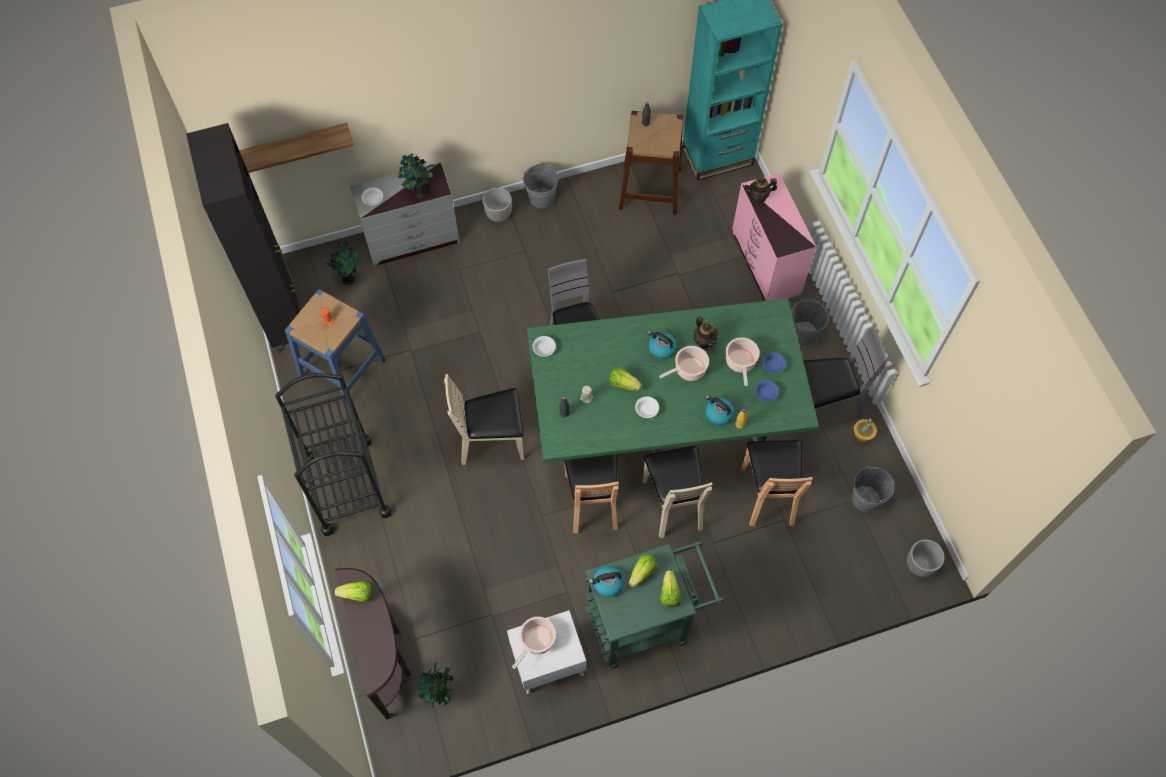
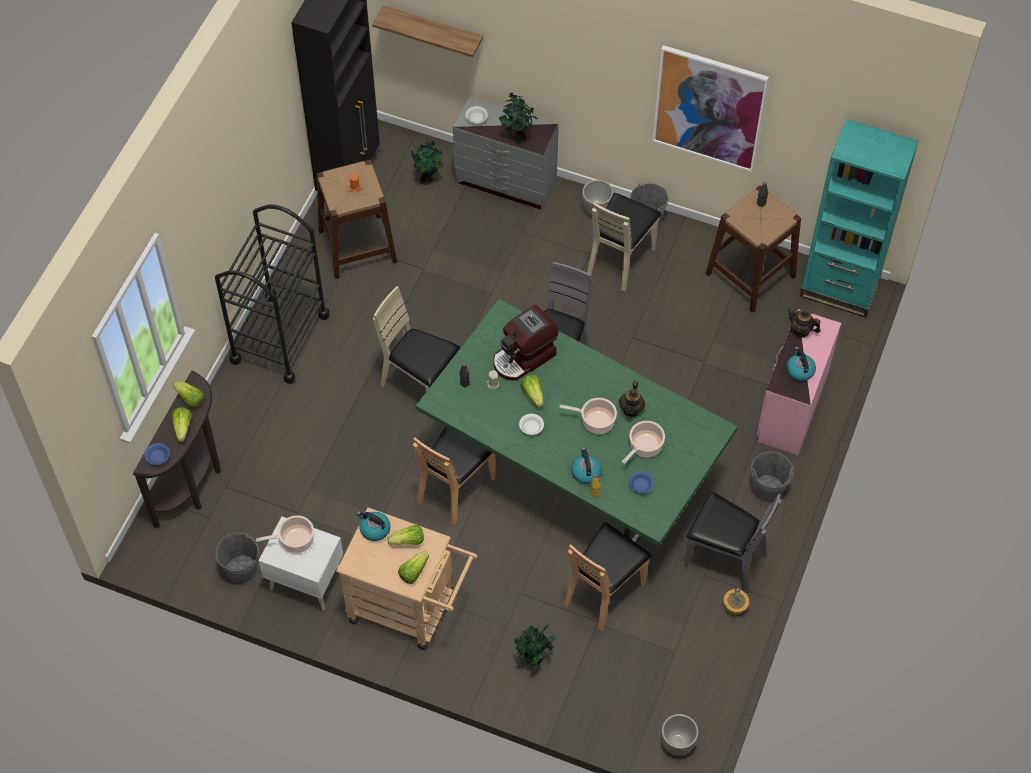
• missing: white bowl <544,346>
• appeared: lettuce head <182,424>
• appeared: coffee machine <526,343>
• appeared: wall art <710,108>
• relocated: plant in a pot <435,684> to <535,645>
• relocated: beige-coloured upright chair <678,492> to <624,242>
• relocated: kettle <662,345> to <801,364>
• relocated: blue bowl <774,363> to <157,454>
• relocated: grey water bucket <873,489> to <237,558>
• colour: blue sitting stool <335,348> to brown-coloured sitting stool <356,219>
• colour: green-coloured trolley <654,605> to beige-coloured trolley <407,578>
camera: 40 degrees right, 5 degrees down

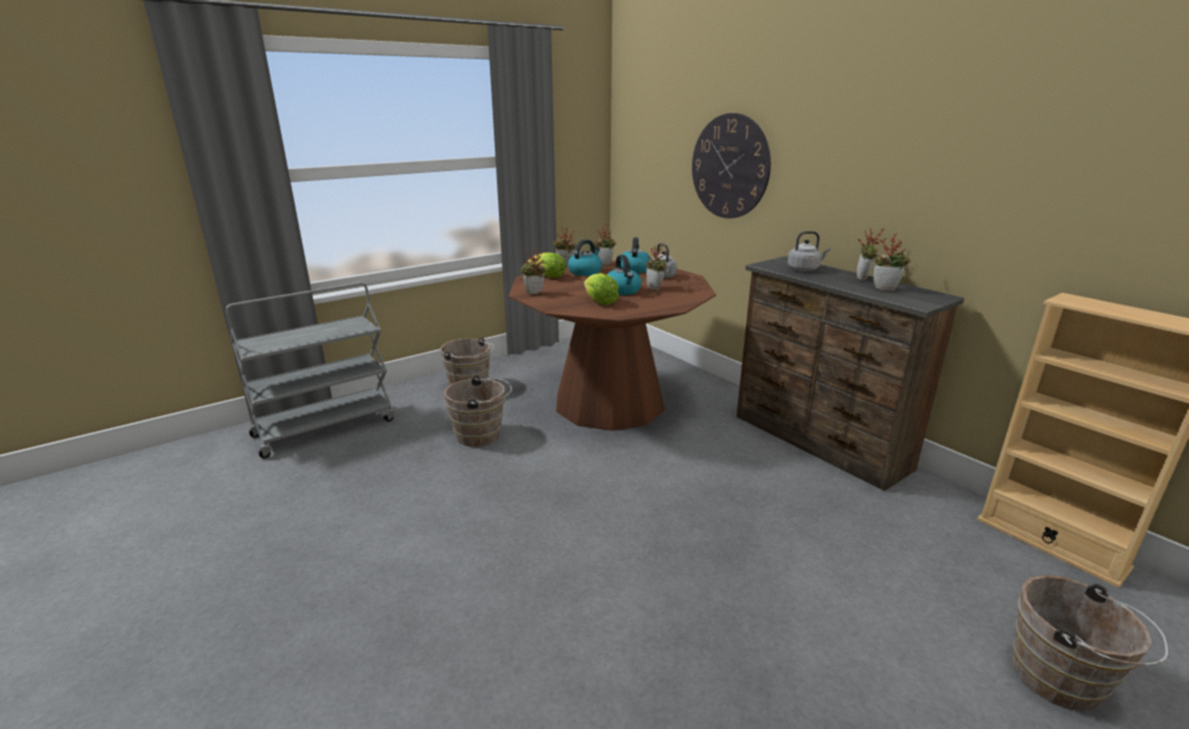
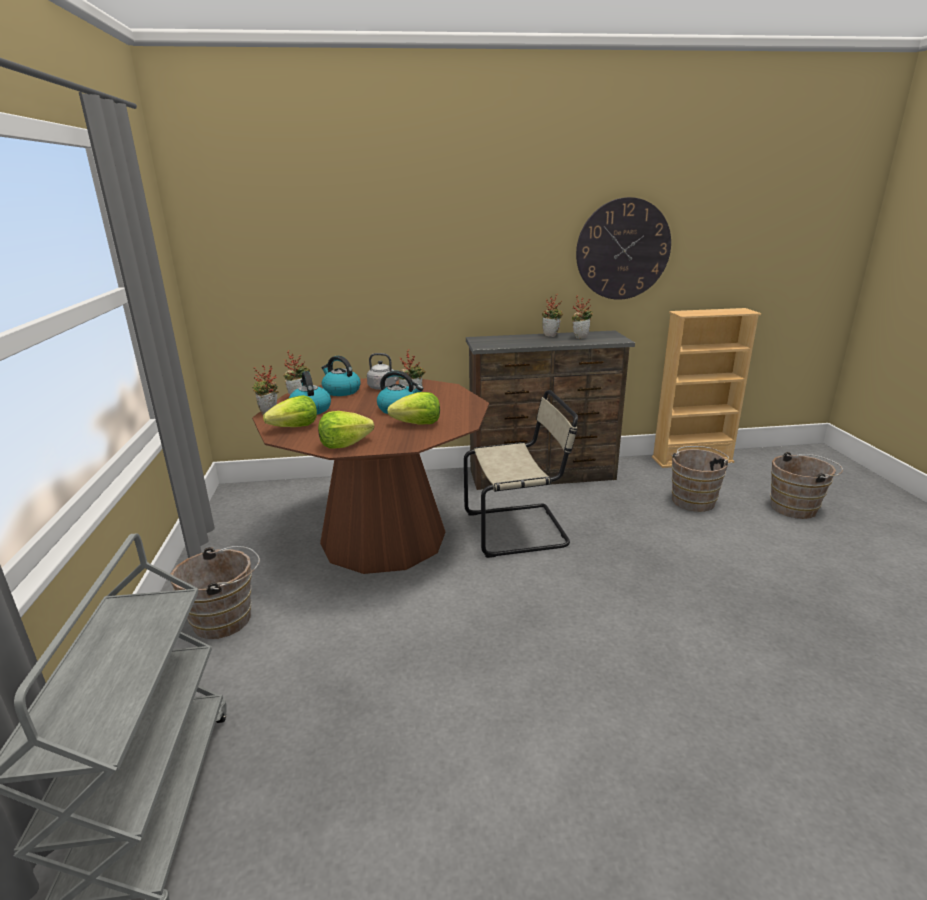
• missing: grey kettle <809,251>
• appeared: beige-coloured upright chair <521,474>
• relocated: brown-coloured water bucket <478,411> to <702,479>
• relocated: wall clock <731,165> to <623,248>
• exchanged: plant in a pot <533,271> to lettuce head <346,430>
camera: 60 degrees left, 0 degrees up

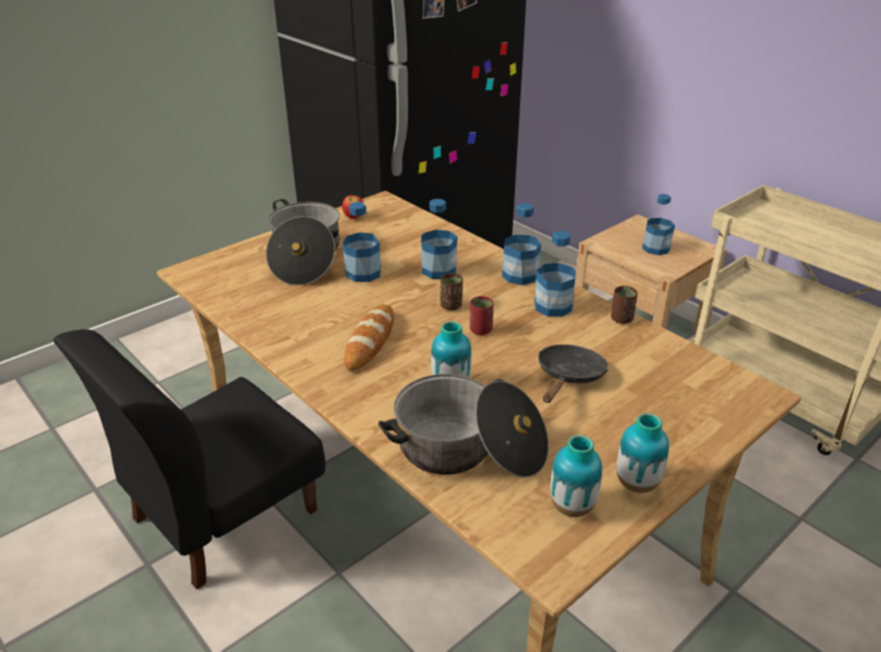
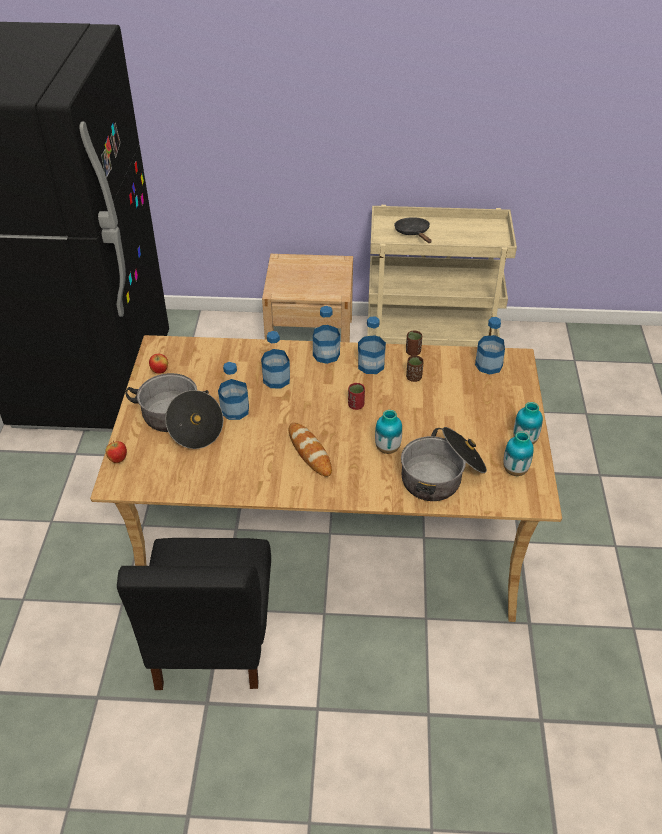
• appeared: whole apple <116,452>
• relocated: brown-coloured cup <451,292> to <415,369>
• relocated: black skillet <573,373> to <413,230>
• relocated: bottle <658,224> to <490,345>
camera: 45 degrees left, 10 degrees up

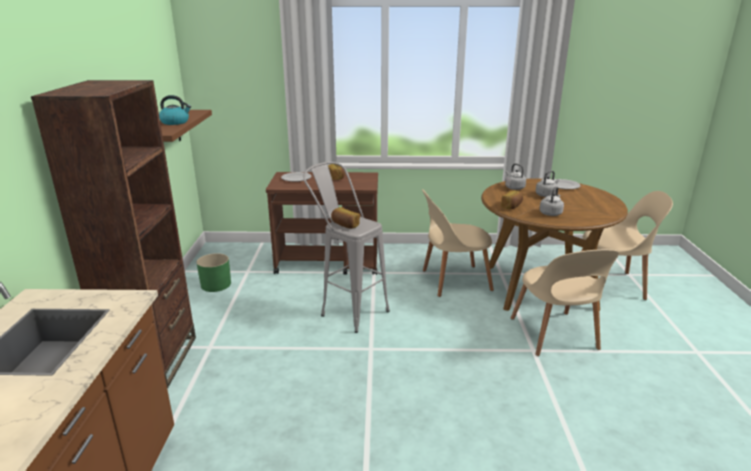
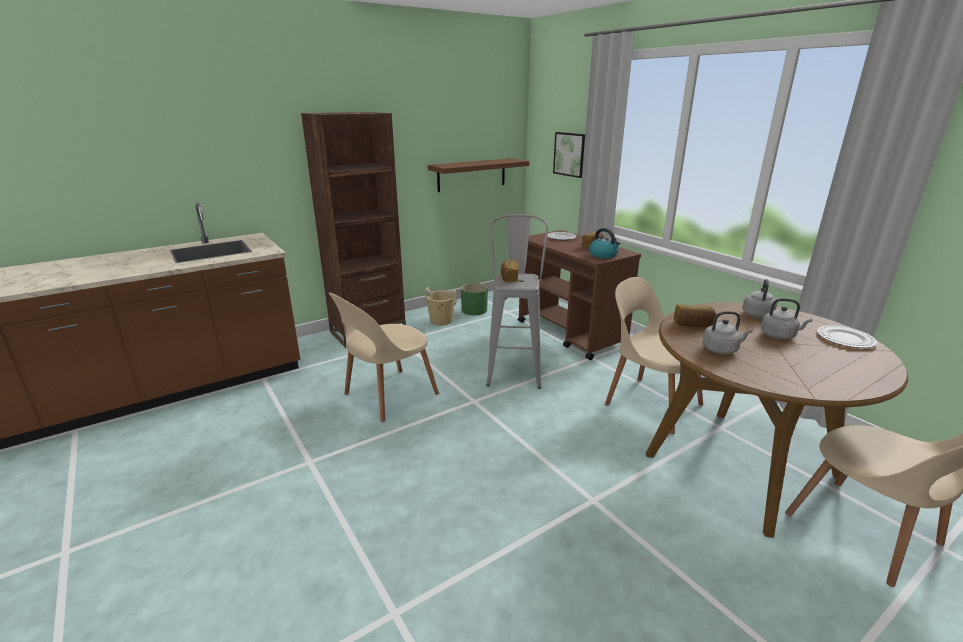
• appeared: beige-coloured water bucket <441,306>
• appeared: wall art <569,155>
• relocated: kettle <175,110> to <605,243>
• relocated: beige-coloured upright chair <565,302> to <384,357>
camera: 55 degrees right, 0 degrees up

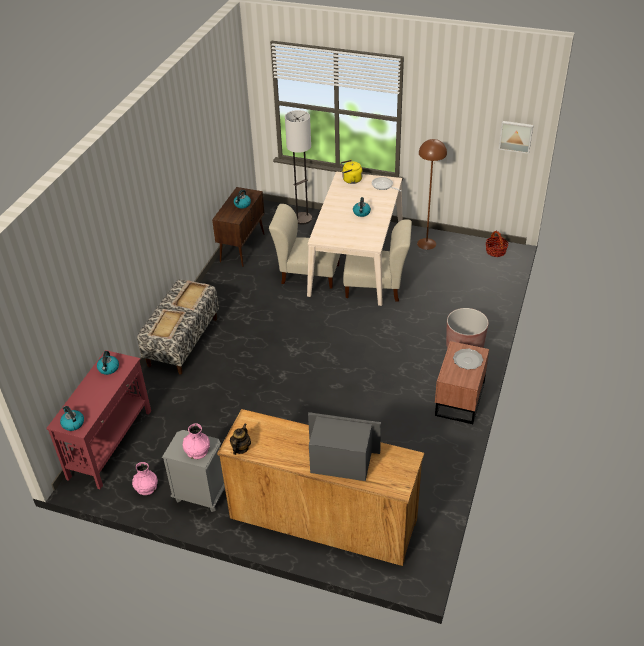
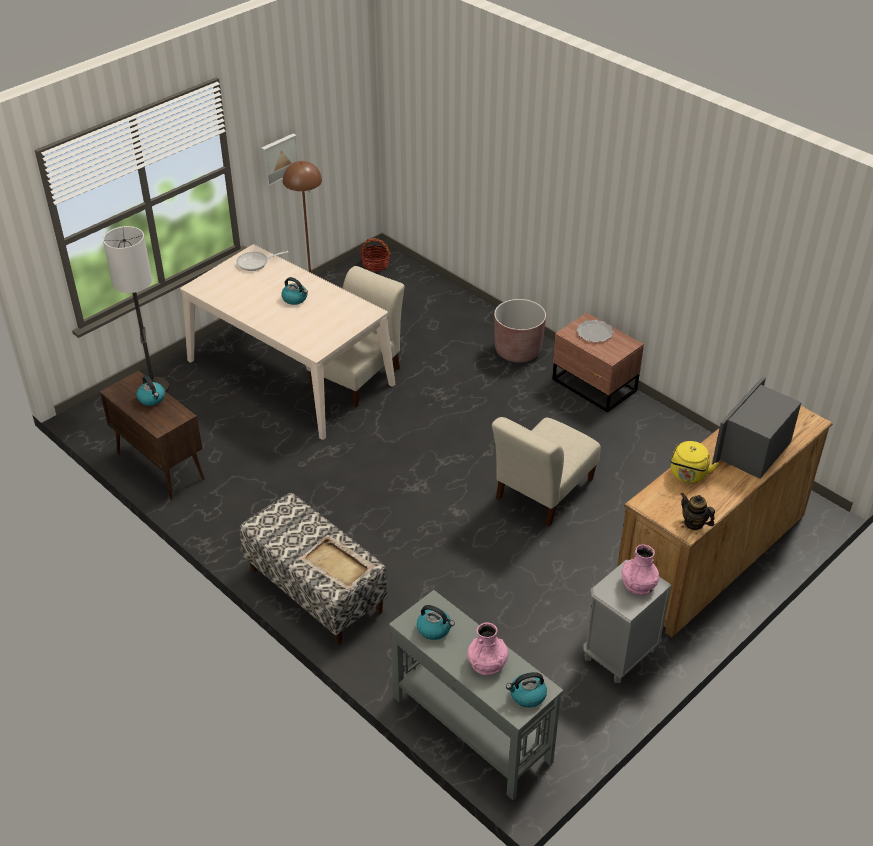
• missing: beige-coloured serving tray <190,295>
• relocated: pink-coloured vase <145,478> to <487,649>
• relocated: beige-coloured upright chair <304,246> to <546,471>
• relocated: yellowish kettle <351,172> to <694,462>
• relocated: wall art <516,137> to <280,159>
• colour: reddish console table <98,419> to grey console table <476,695>
camera: 65 degrees left, 0 degrees up

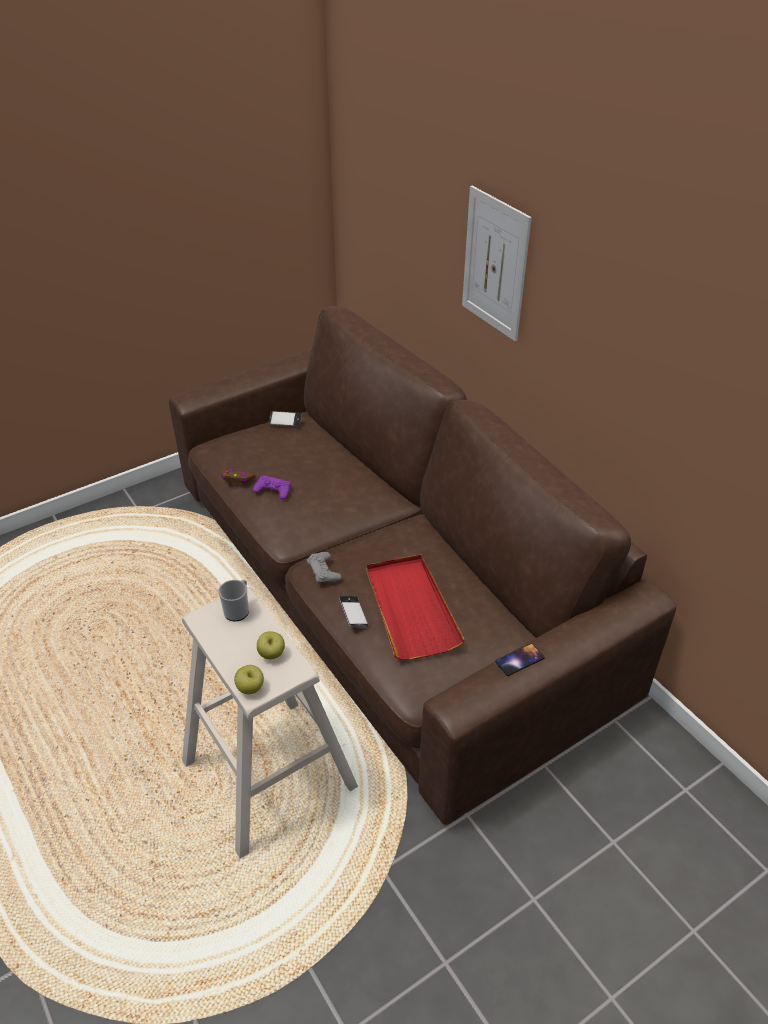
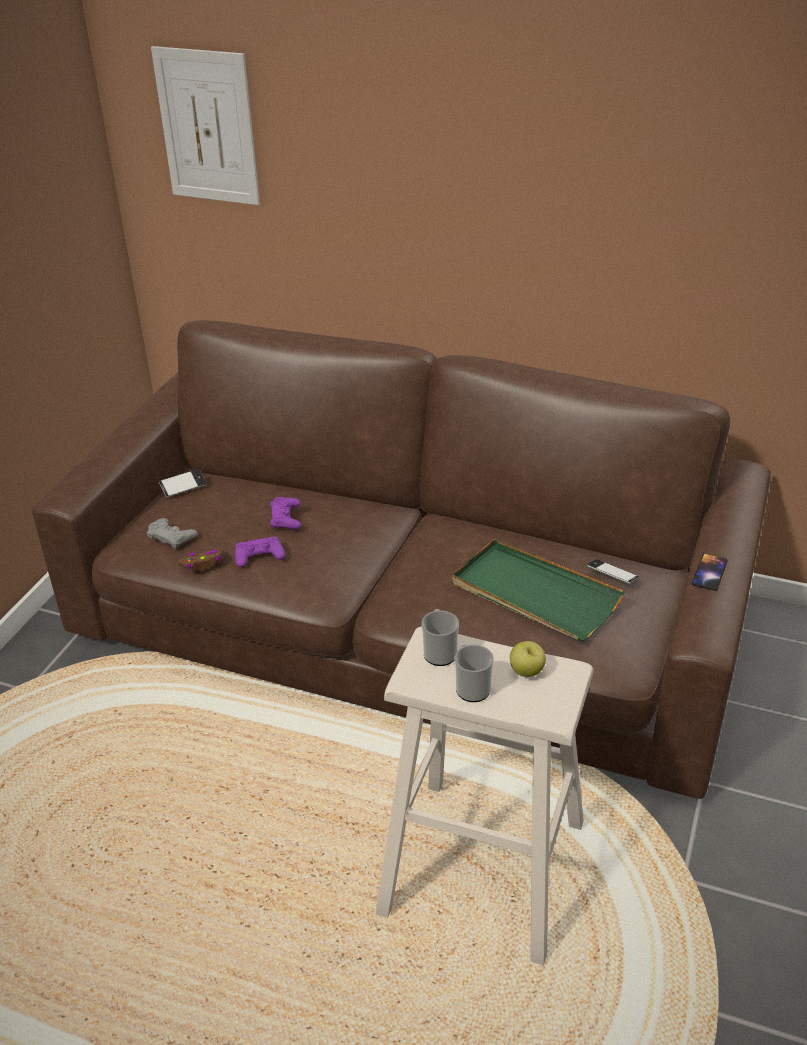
• missing: whole apple <249,679>
• appeared: purplish joypad <285,513>
• appeared: tea mug <474,673>
• relocated: grey joypad <324,567> to <172,533>
• relocated: handset <353,611> to <613,571>
• relocated: wall art <497,263> to <205,125>
• colour: reddish serving tray <415,607> to green-coloured serving tray <539,590>
camera: 35 degrees left, 5 degrees down

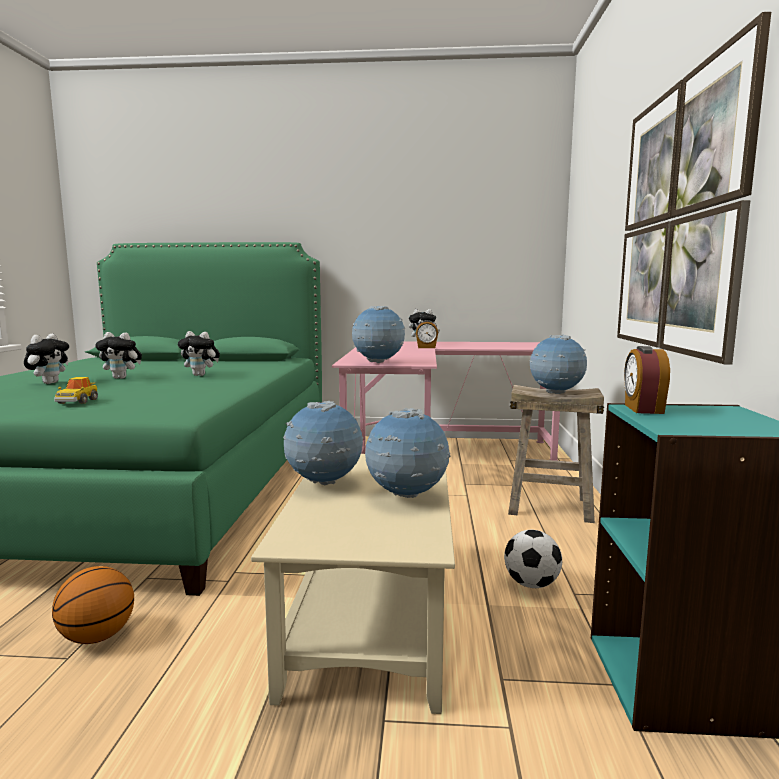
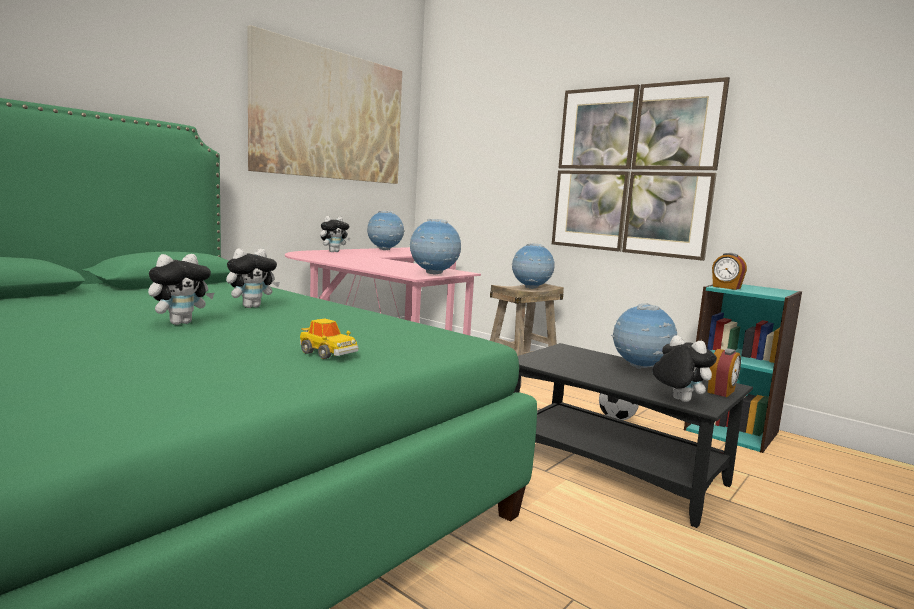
• missing: ball for basketball <93,605>
• appeared: wall art <324,104>
• relocated: cuddly toy <46,359> to <685,368>
• relocated: world globe <323,443> to <385,230>
• relocated: table clock <427,334> to <724,372>
• colour: beige-coloured low table <353,584> to black low table <633,435>
camera: 55 degrees left, 0 degrees up

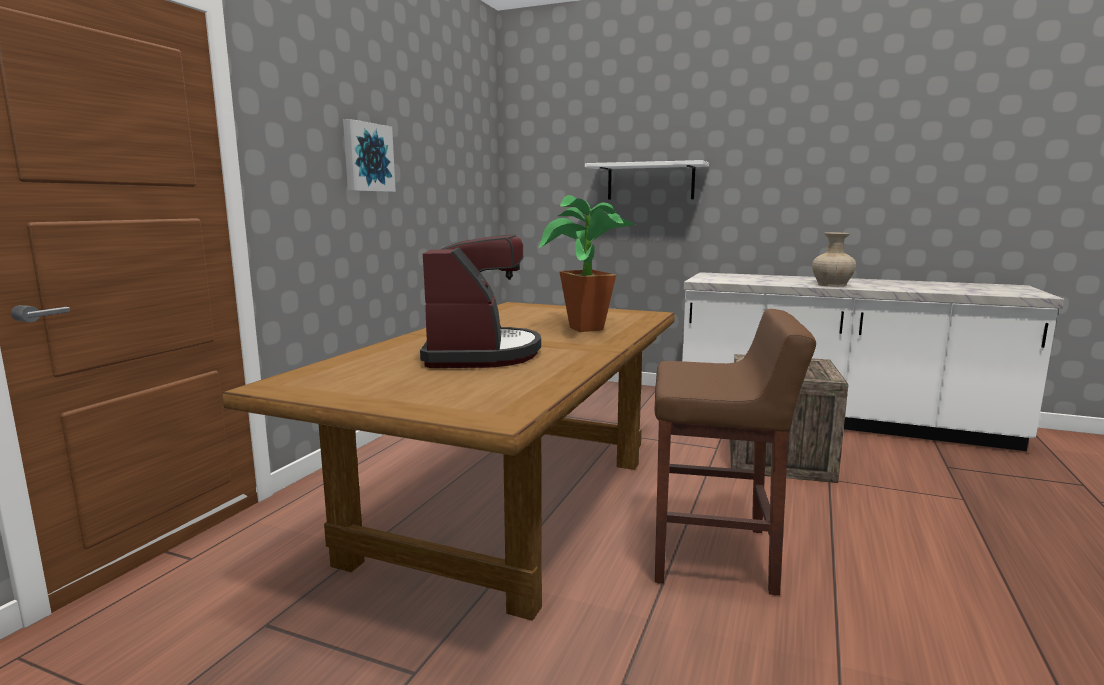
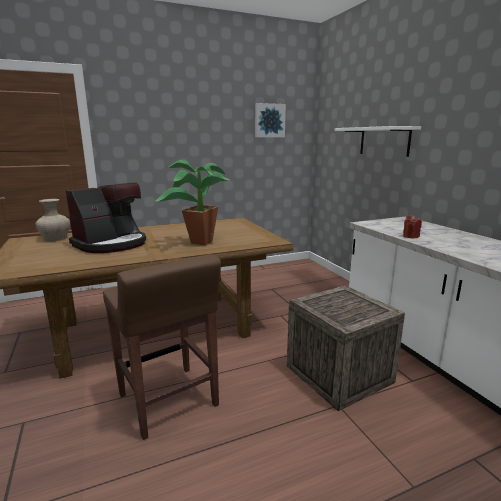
• appeared: reddish wax candle <412,226>
• relocated: wall art <369,155> to <270,120>
• relocated: beige-coloured vase <834,260> to <53,220>
camera: 45 degrees right, 5 degrees up

